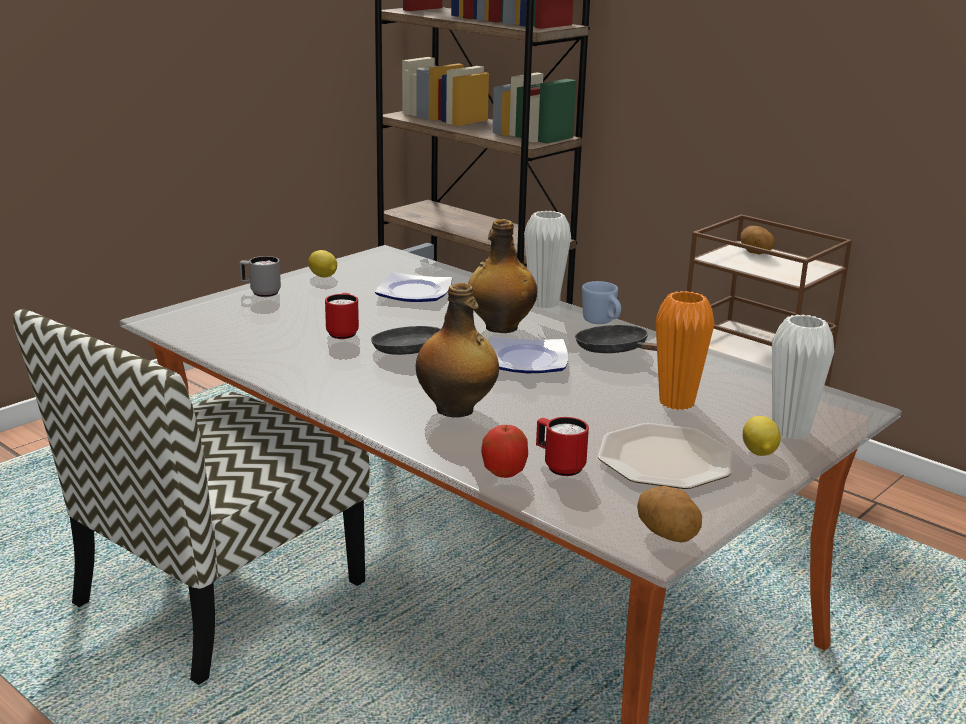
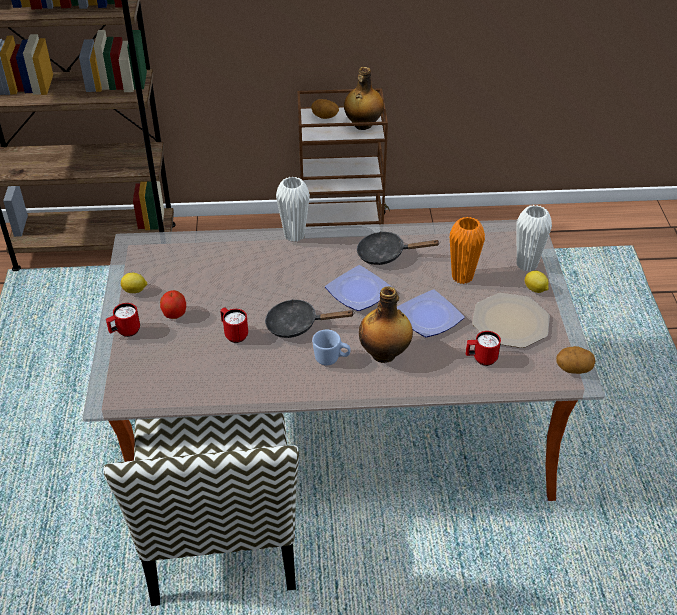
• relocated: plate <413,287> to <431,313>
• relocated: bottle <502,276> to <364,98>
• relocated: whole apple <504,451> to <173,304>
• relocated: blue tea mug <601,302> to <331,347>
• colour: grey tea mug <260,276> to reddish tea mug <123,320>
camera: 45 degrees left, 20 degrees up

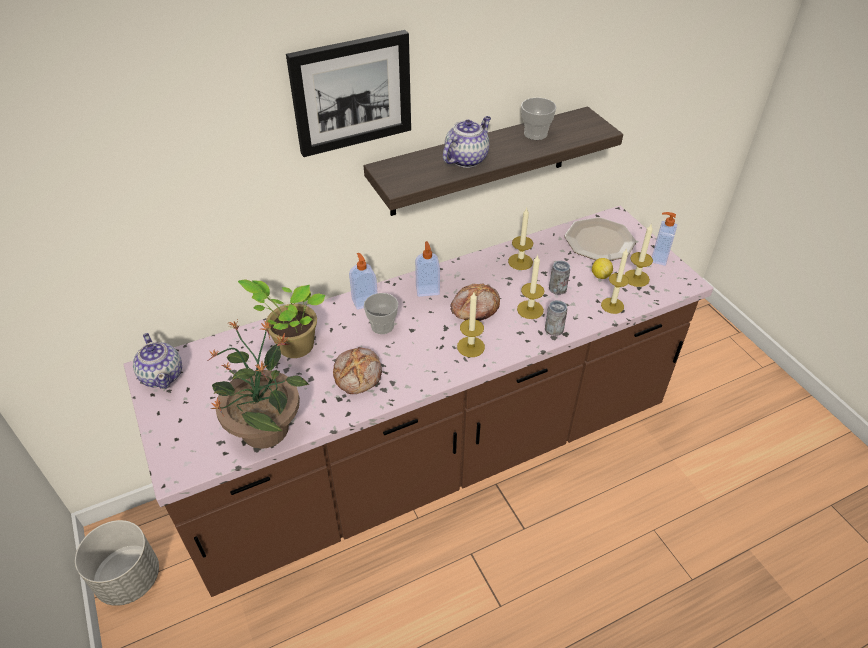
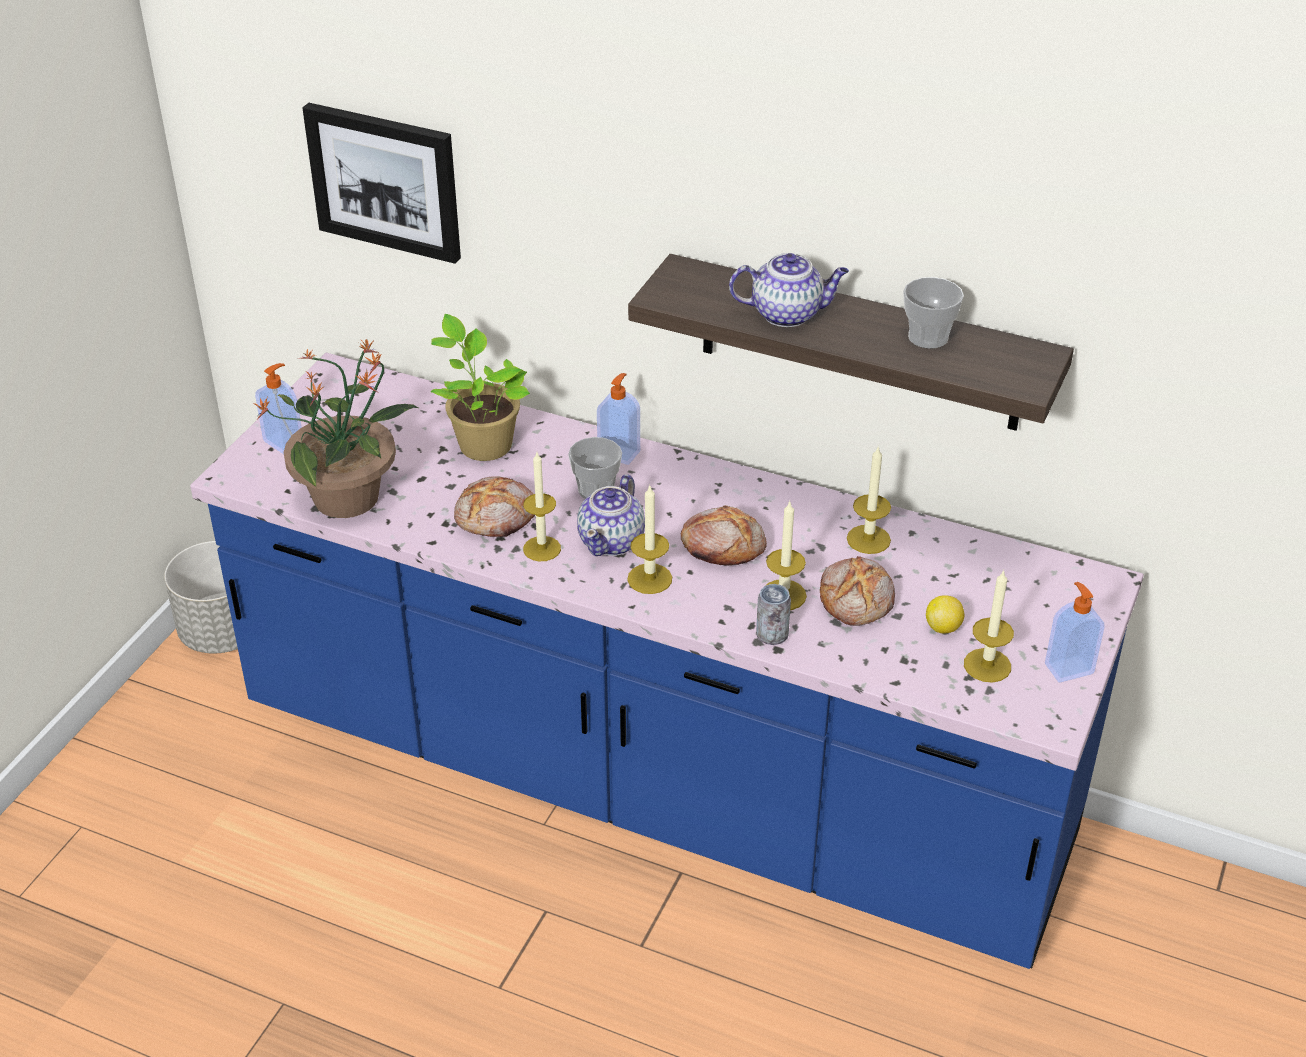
• missing: plate <600,239>
• relocated: pot for tea <157,361> to <611,515>
• relocated: wall art <348,93> to <381,183>
• relocated: soap bottle <427,269> to <278,408>
• relocated: wax candle <615,281> to <542,506>
• exchanged: sealed can <559,278> to baked bread <857,591>
• colour: brown-coloured kitchen base unit <418,401> to blue kitchen base unit <667,661>
camera: 50 degrees right, 5 degrees down

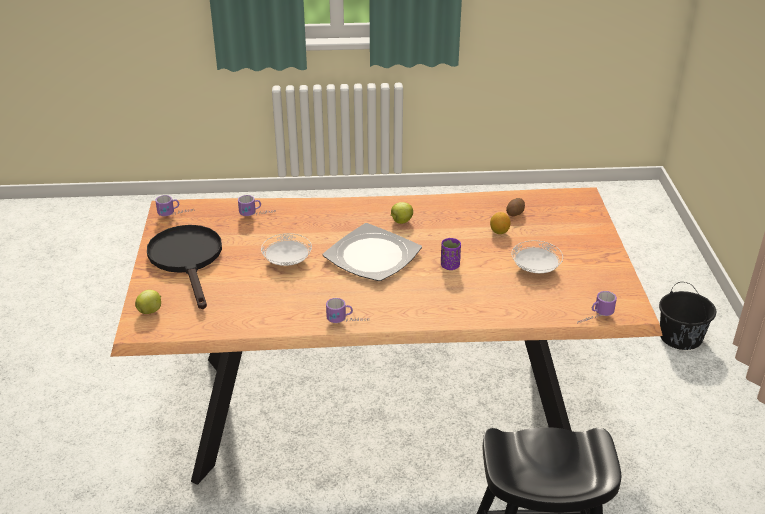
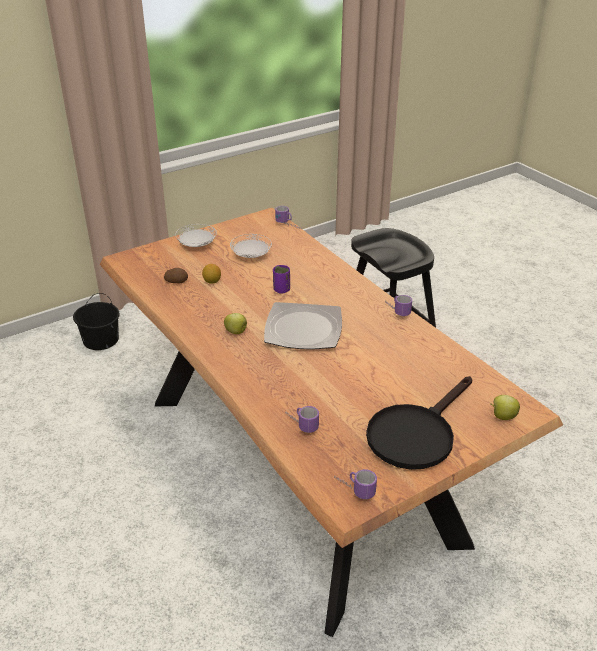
• relocated: white plate <286,249> to <196,235>
camera: 120 degrees left, 0 degrees up

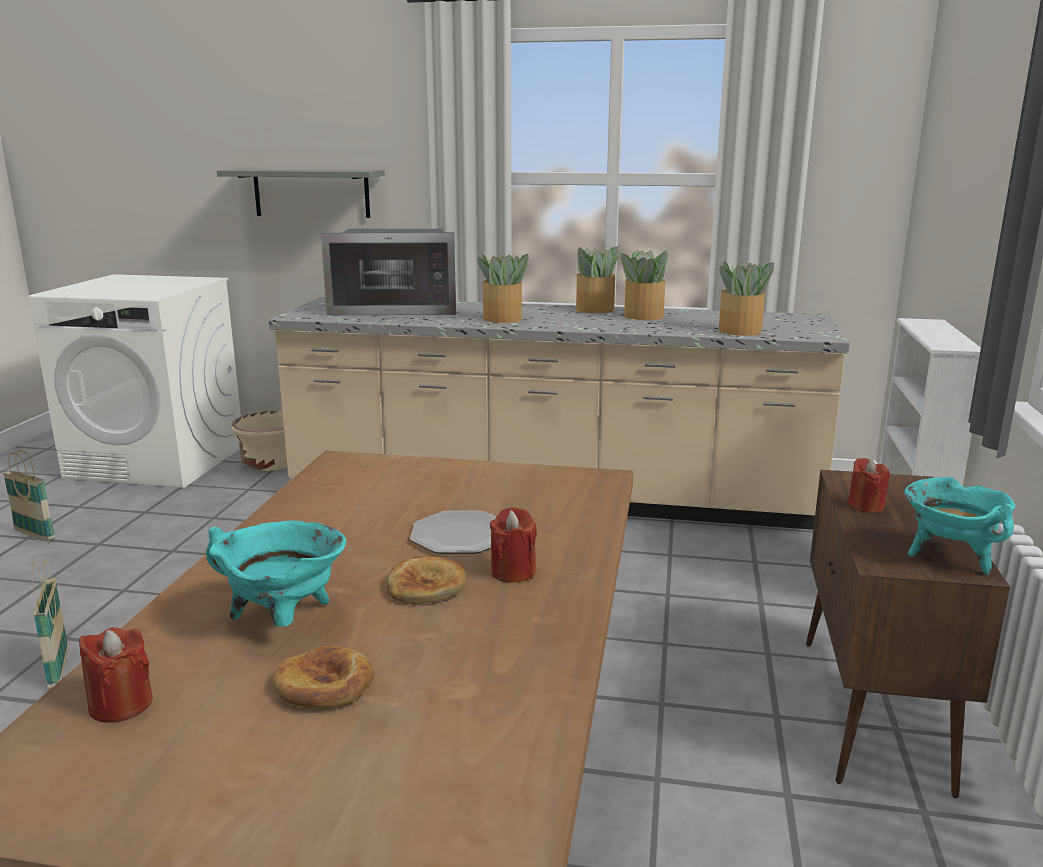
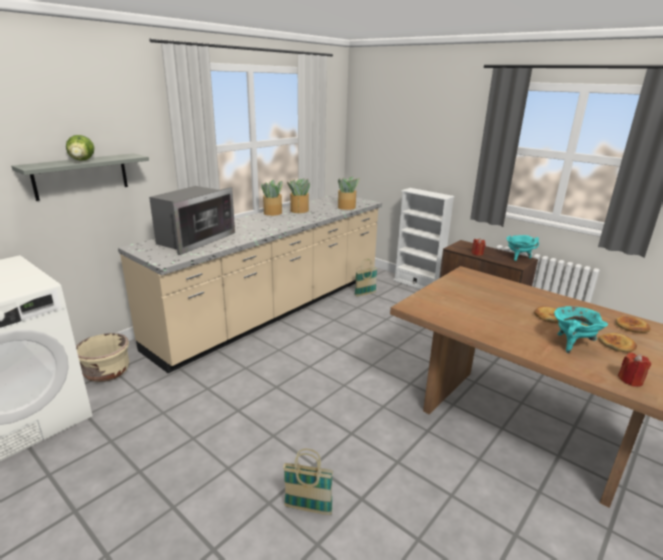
• missing: plate <453,532>
• missing: plant in a pot <503,287>
• missing: reddish wax candle <513,544>
• appeared: lettuce head <80,148>
• appeared: baked bread <632,324>
• relocated: basket <29,495> to <365,277>
camera: 60 degrees left, 5 degrees up

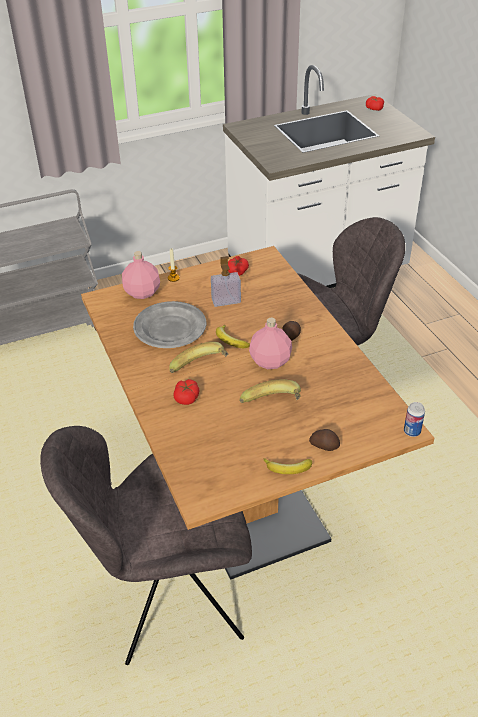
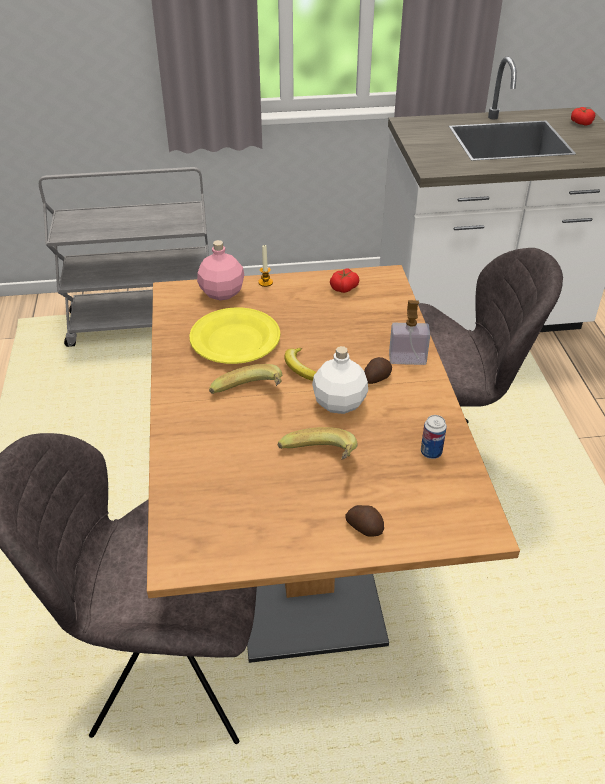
• missing: fresh tomato <187,392>
• missing: whole banana <288,466>
• relocated: soap bottle <226,281> to <409,332>
• relocated: sealed can <414,419> to <434,437>
• colour: grey plate <169,324> to yellowish plate <235,335>
• colour: pink-coloured bottle <270,343> to white bottle <340,380>
camera: 15 degrees right, 0 degrees up

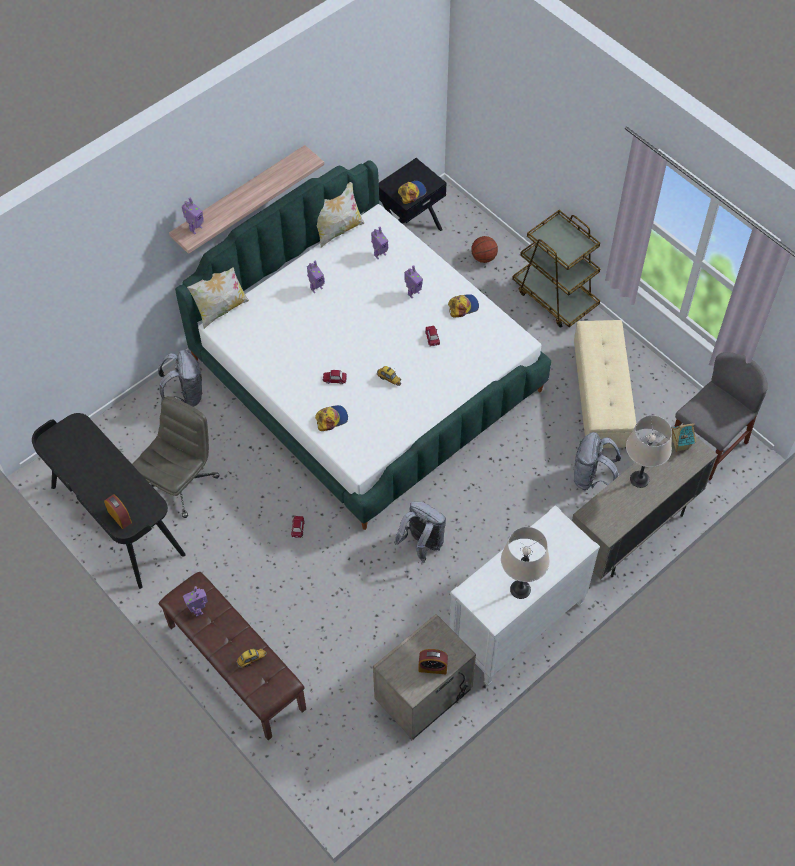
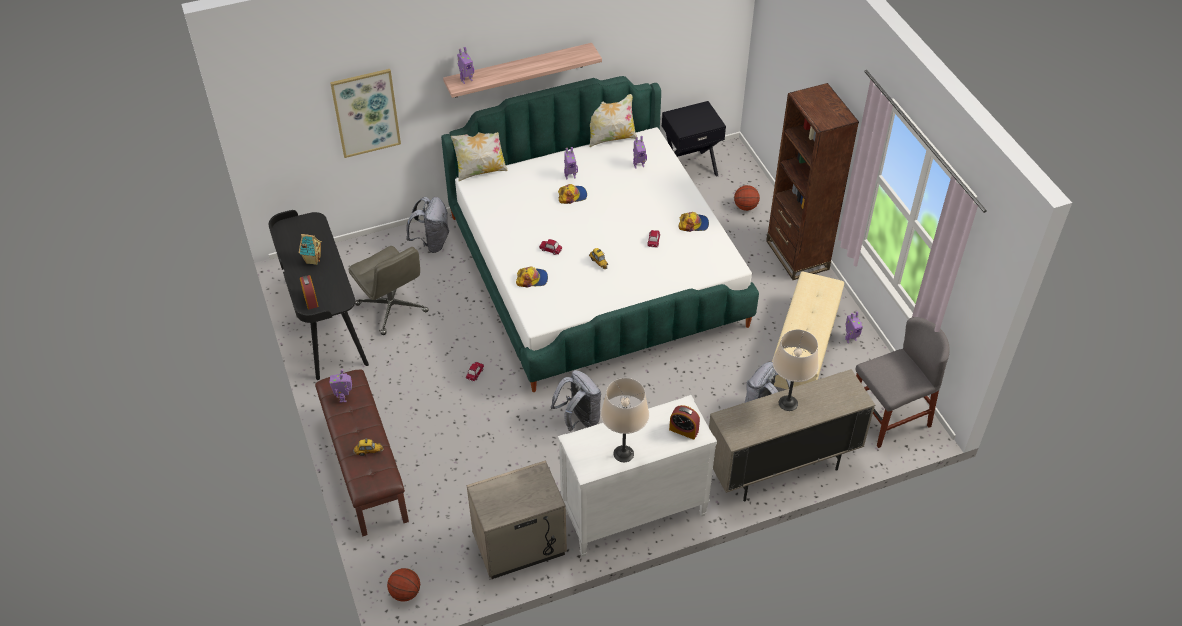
• appeared: wall art <365,113>
• appeared: ball for basketball <403,585>
• relocated: baseball cap <412,192> to <572,194>
• relocated: toy robot <413,281> to <854,327>
• relocated: table clock <433,661> to <684,422>
• relocated: miniature house <683,437> to <310,249>
• exchanged: brown-coloured trolley <556,269> to brown-coloured bookshelf <812,181>
• spun: grey desk chair <175,457> = <389,290> 90 degrees clockwise
camera: 20 degrees right, 10 degrees down

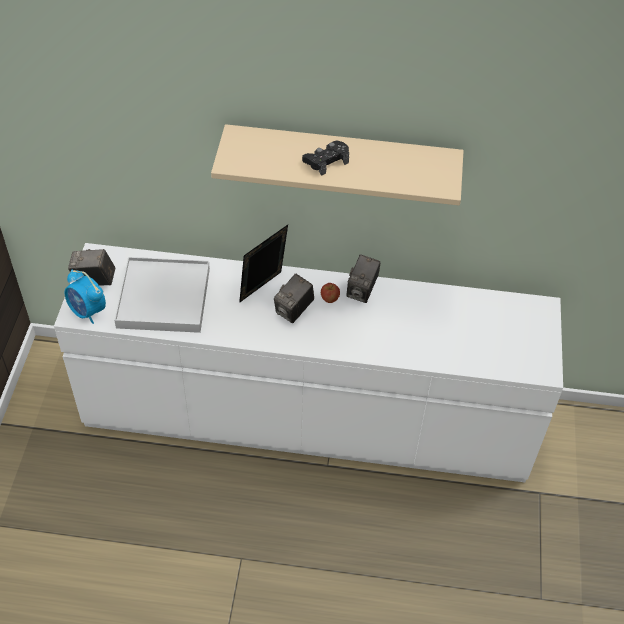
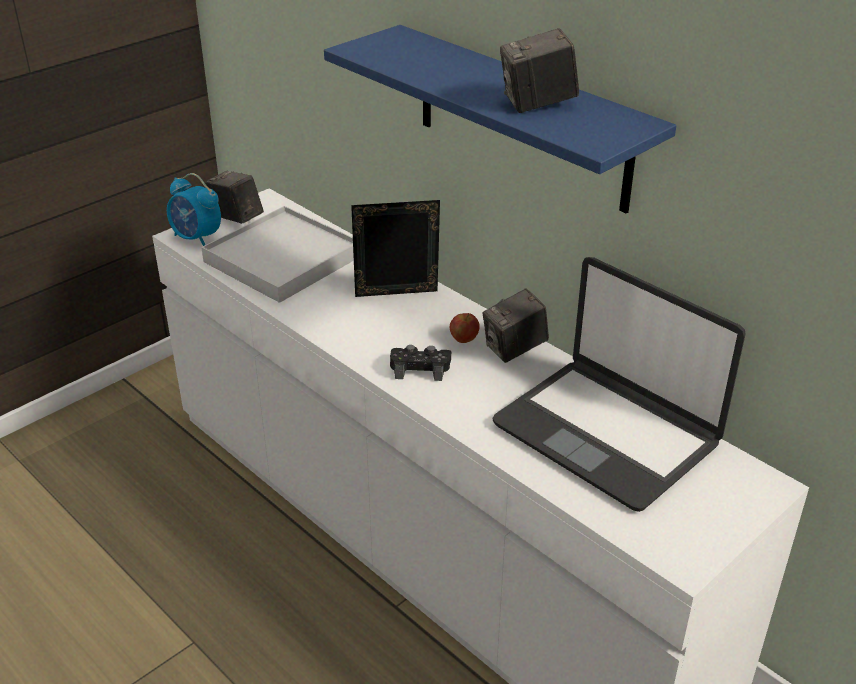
• appeared: portable computer <619,384>
• relocated: still camera <294,298> to <539,70>
• relocated: black joypad <325,158> to <420,363>
• colour: beige-coloured bracket shelf <337,164> to blue bracket shelf <500,119>
• spun: table clock <85,297> = <194,209> 45 degrees counterclockwise
camera: 40 degrees right, 15 degrees down

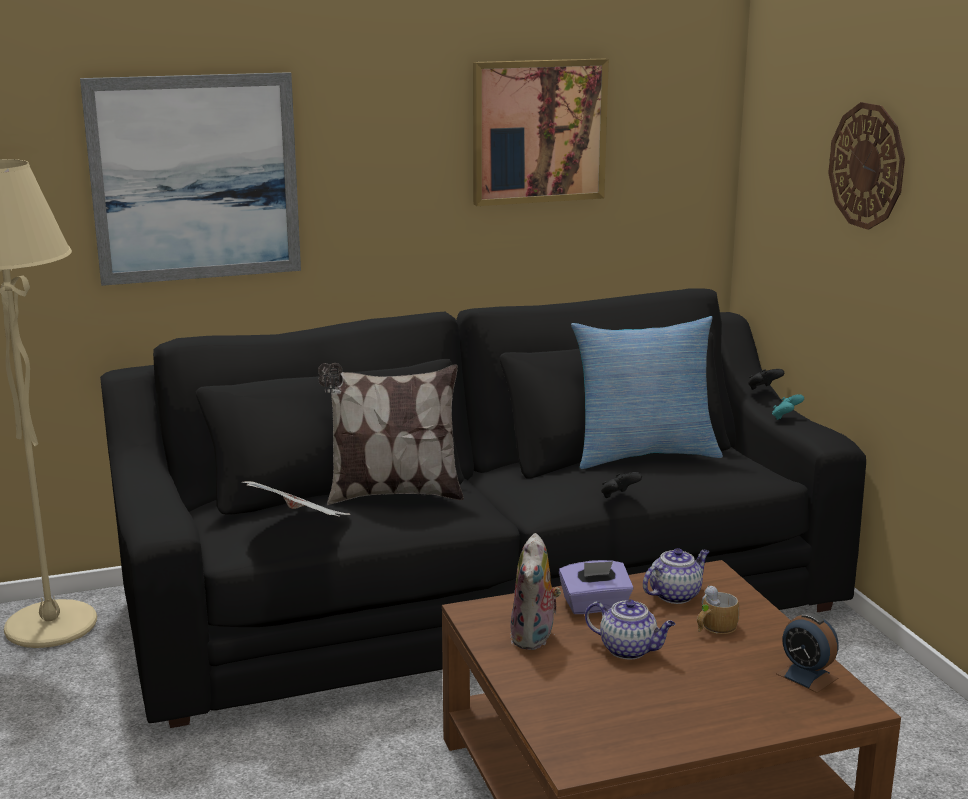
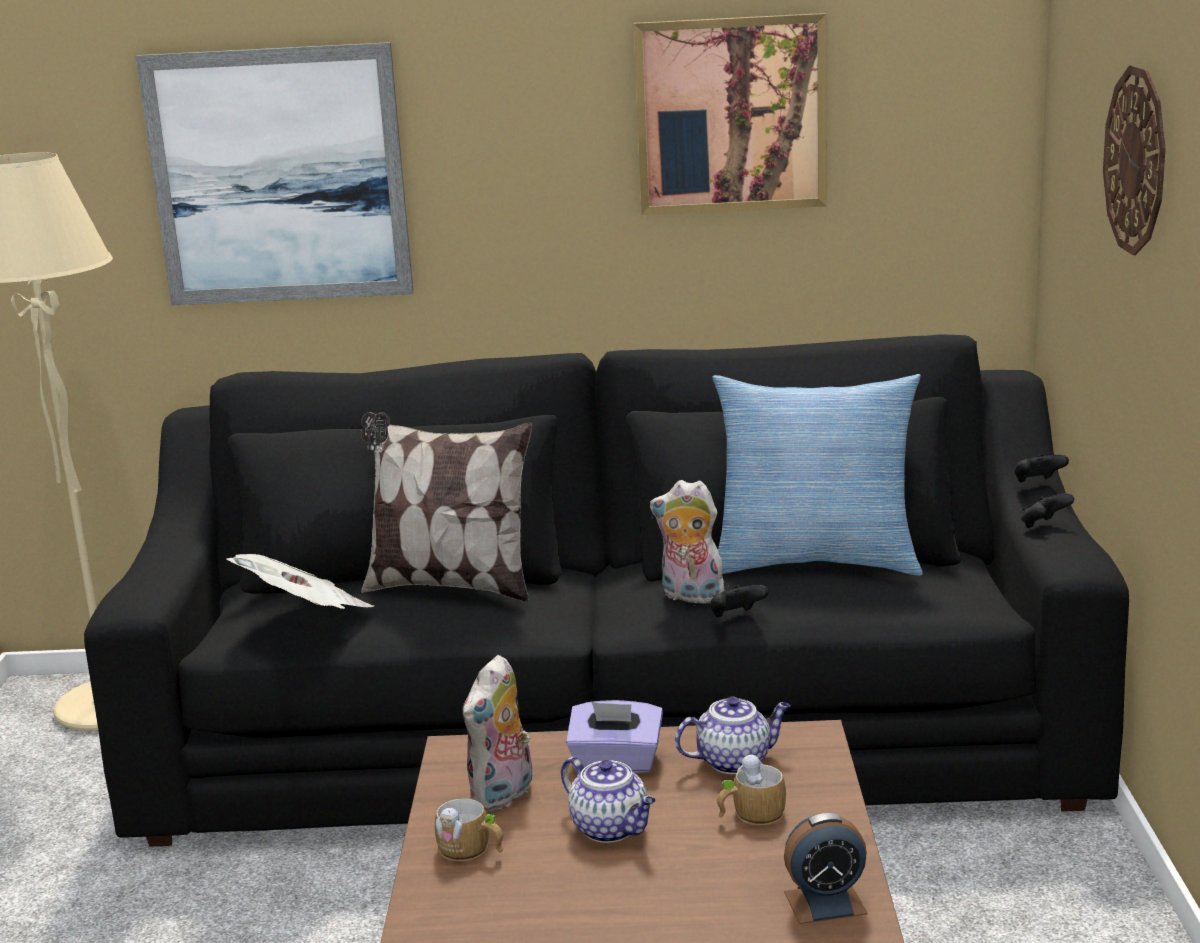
• appeared: tea mug <469,829>
• appeared: cuddly toy <687,542>
• colour: turquoise-coloured joypad <788,407> to black joypad <1047,510>
• spun: table clock <807,652> = <826,868> 75 degrees counterclockwise
camera: 20 degrees right, 0 degrees up

